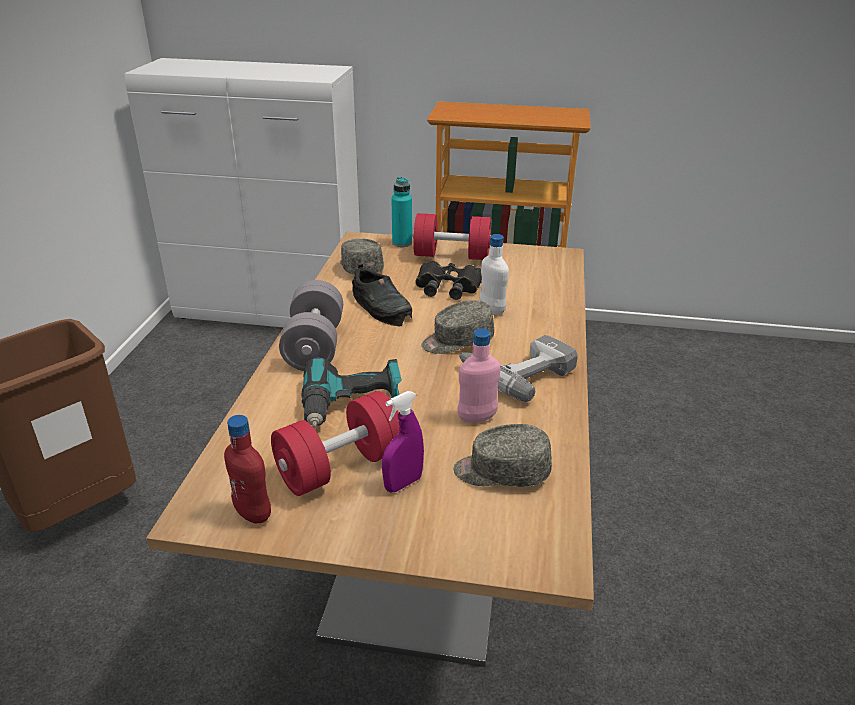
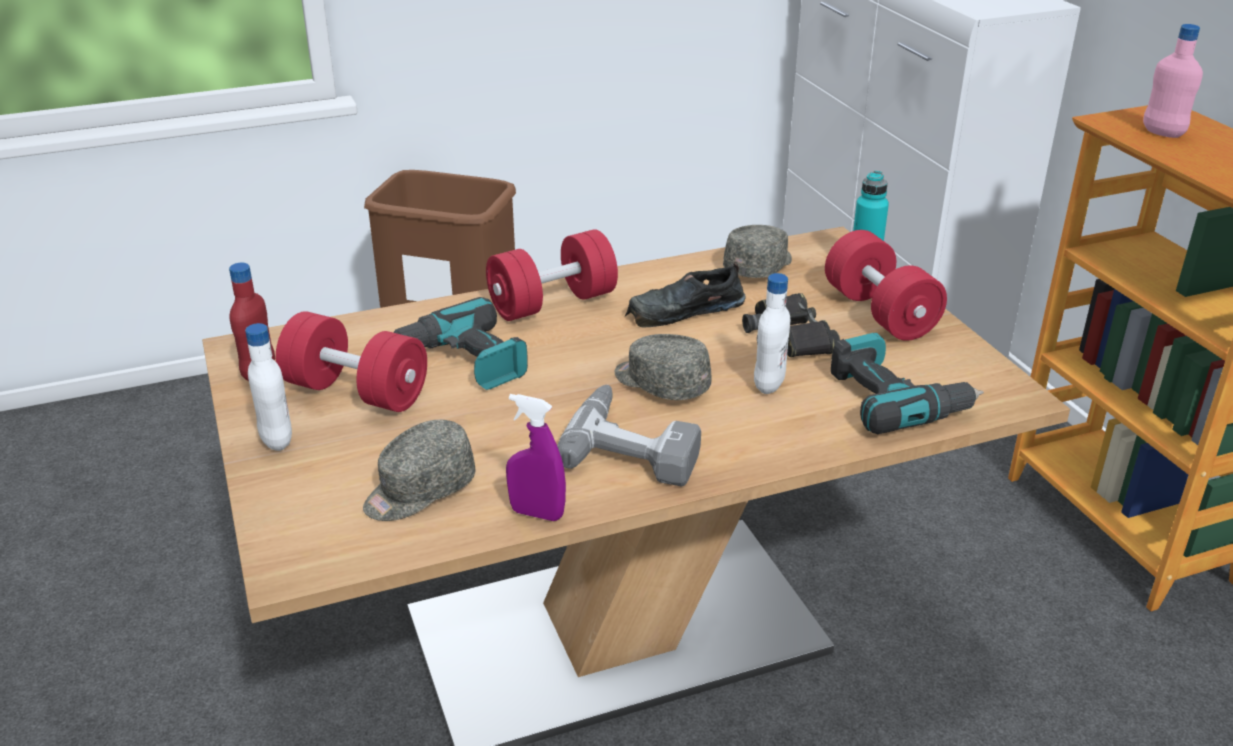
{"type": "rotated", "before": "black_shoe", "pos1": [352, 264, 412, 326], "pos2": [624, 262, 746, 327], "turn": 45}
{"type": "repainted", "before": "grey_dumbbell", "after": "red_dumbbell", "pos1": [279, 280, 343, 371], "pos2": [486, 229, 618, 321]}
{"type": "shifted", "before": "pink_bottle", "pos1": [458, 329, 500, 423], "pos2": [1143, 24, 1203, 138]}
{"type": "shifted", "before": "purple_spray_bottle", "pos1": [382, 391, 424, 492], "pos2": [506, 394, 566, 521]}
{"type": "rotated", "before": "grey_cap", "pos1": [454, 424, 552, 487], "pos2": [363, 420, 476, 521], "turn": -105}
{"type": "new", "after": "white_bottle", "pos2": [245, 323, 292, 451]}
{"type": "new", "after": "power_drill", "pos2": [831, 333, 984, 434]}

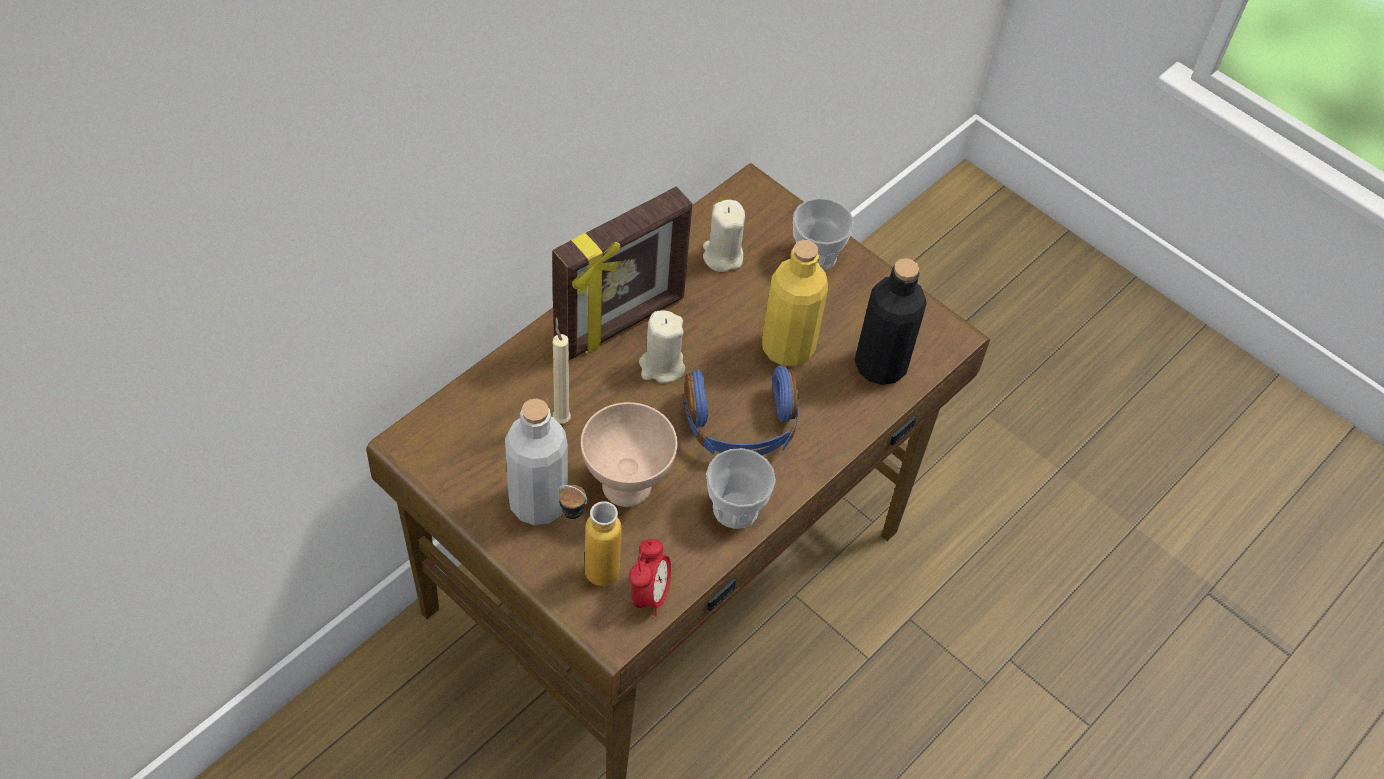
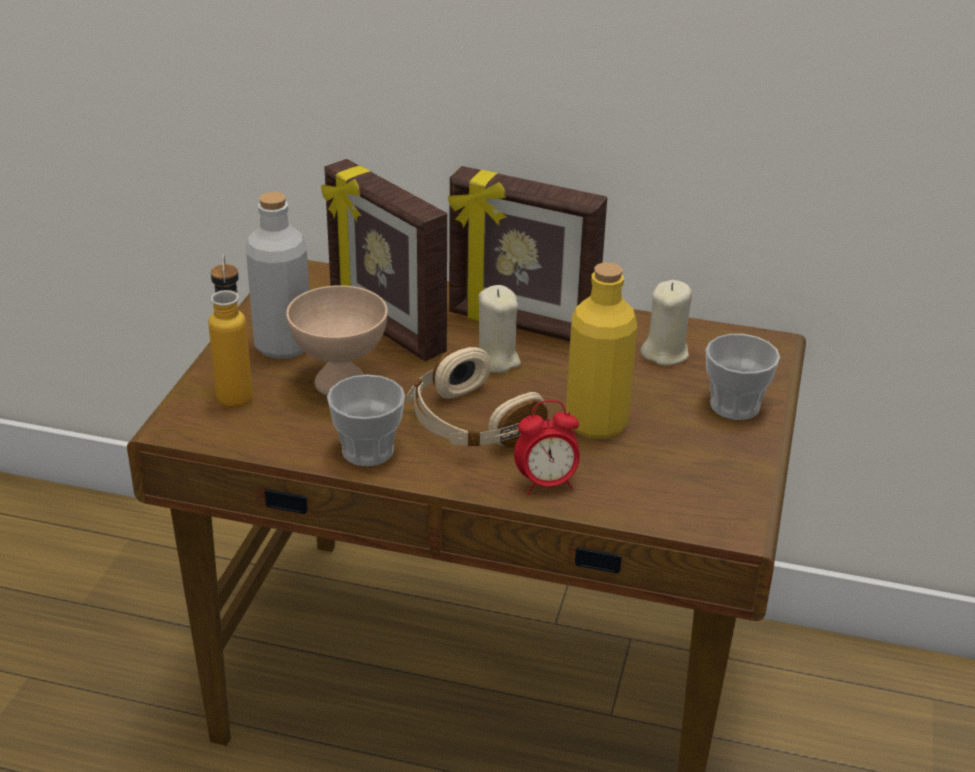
{"type": "gone", "before": "black_bottle", "pos1": [855, 258, 927, 385]}
{"type": "swapped", "before": "beige_candle", "after": "picture_frame", "pos1": [552, 318, 571, 424], "pos2": [321, 159, 447, 361]}
{"type": "repainted", "before": "blue_headphones", "after": "beige_headphones", "pos1": [683, 365, 799, 455], "pos2": [407, 346, 548, 448]}
{"type": "shifted", "before": "alarm_clock", "pos1": [629, 539, 671, 616], "pos2": [514, 400, 580, 495]}

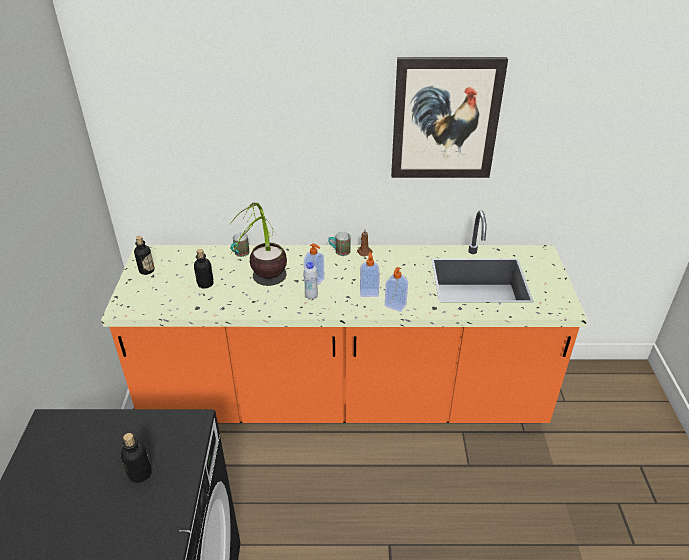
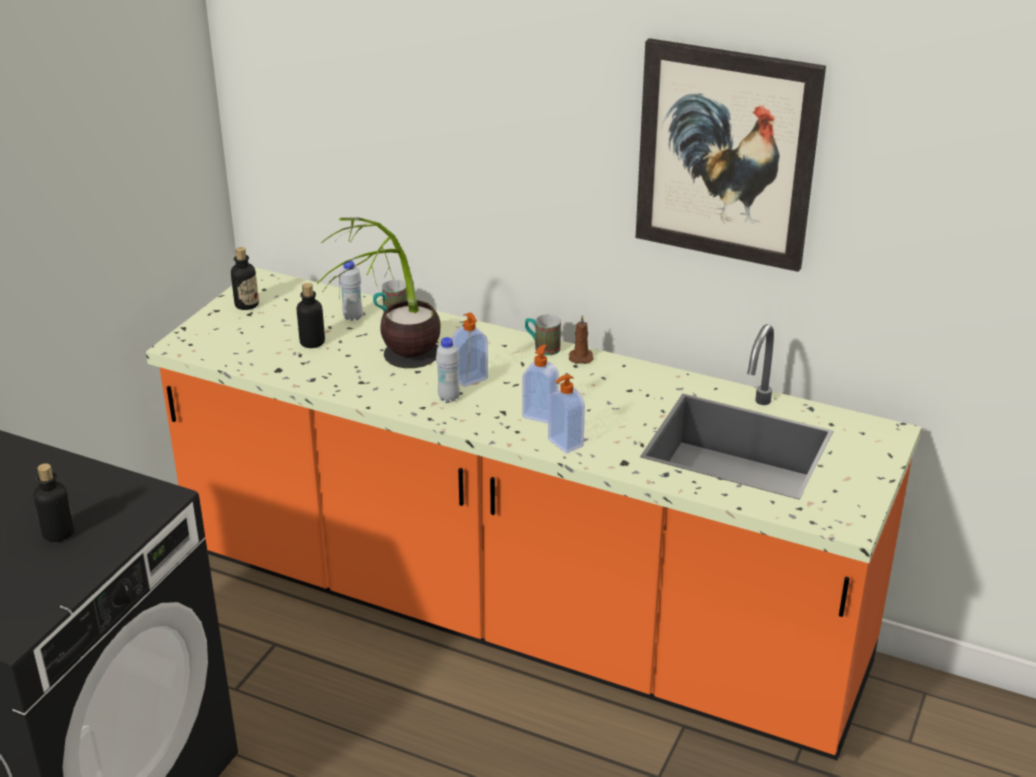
{"type": "new", "after": "white_bottle", "pos2": [340, 261, 363, 321]}

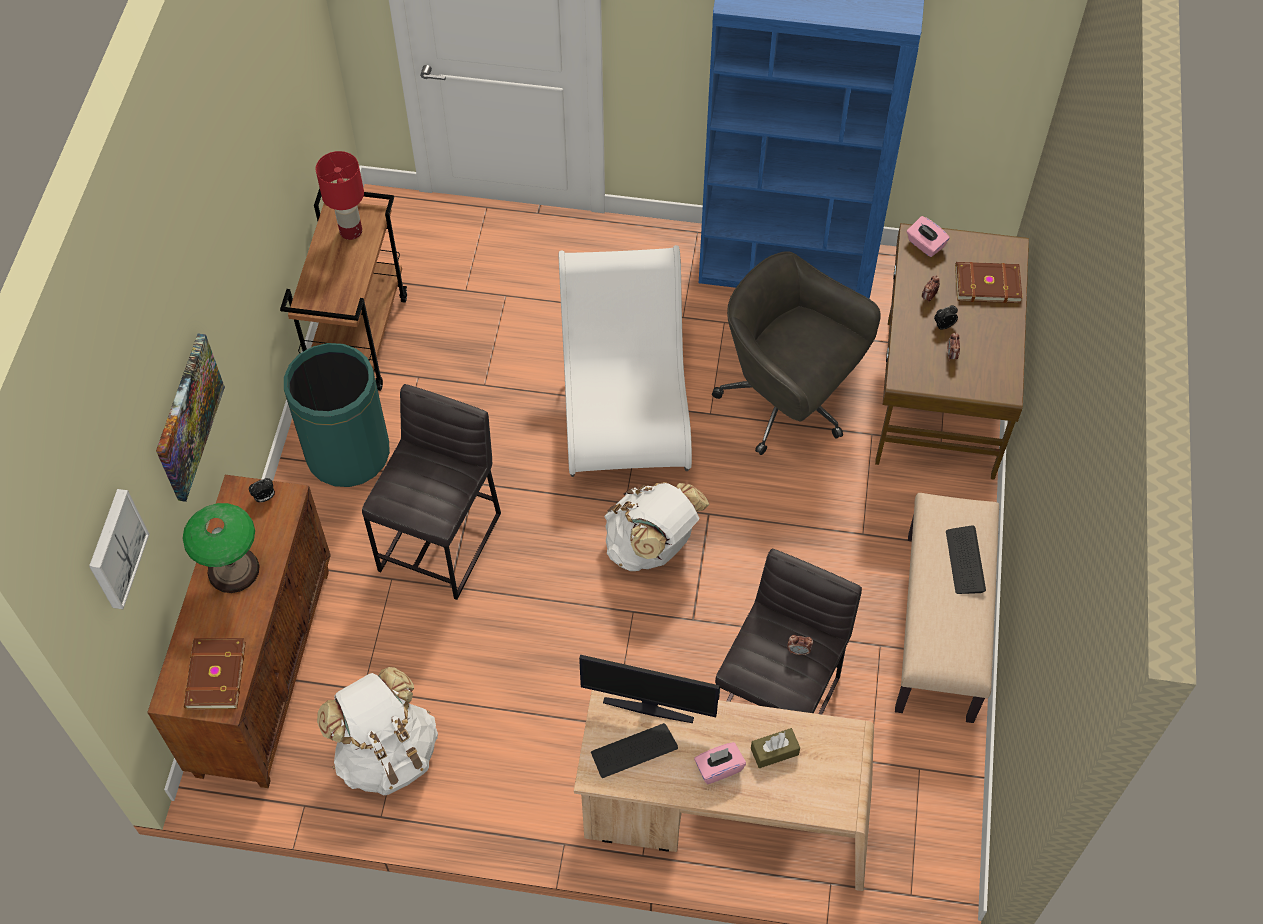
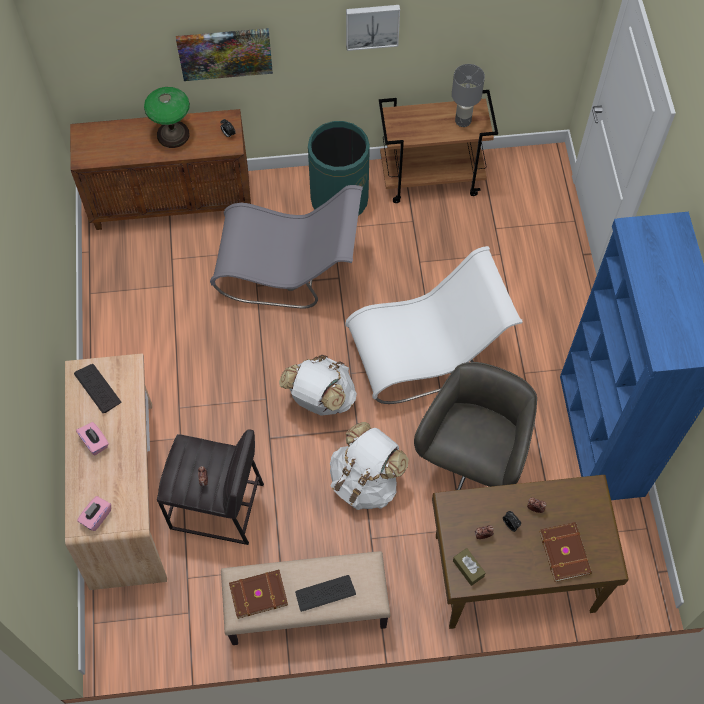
{"type": "repainted", "before": "red_table_lamp", "after": "grey_table_lamp", "pos1": [316, 151, 364, 240], "pos2": [452, 64, 485, 127]}
{"type": "shifted", "before": "pink_tissue_box", "pos1": [907, 216, 950, 257], "pos2": [77, 496, 111, 531]}
{"type": "swapped", "before": "grey_stool", "after": "grey_chair", "pos1": [362, 384, 501, 600], "pos2": [210, 185, 363, 309]}
{"type": "shifted", "before": "picture", "pos1": [89, 489, 149, 609], "pos2": [346, 5, 400, 51]}
{"type": "shifted", "before": "brown_book", "pos1": [184, 638, 246, 709], "pos2": [229, 569, 288, 619]}
{"type": "gone", "before": "monitor", "pos1": [579, 655, 719, 723]}
{"type": "shifted", "before": "white_backpack", "pos1": [317, 667, 438, 795], "pos2": [330, 422, 409, 510]}
{"type": "shifted", "before": "brown_tissue_box", "pos1": [751, 728, 800, 768], "pos2": [453, 548, 485, 586]}

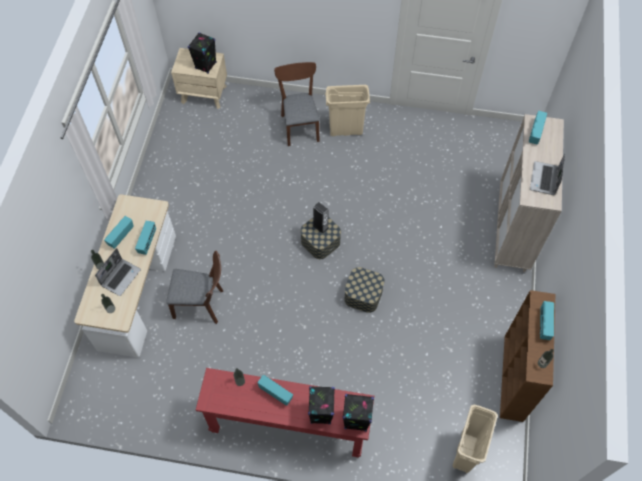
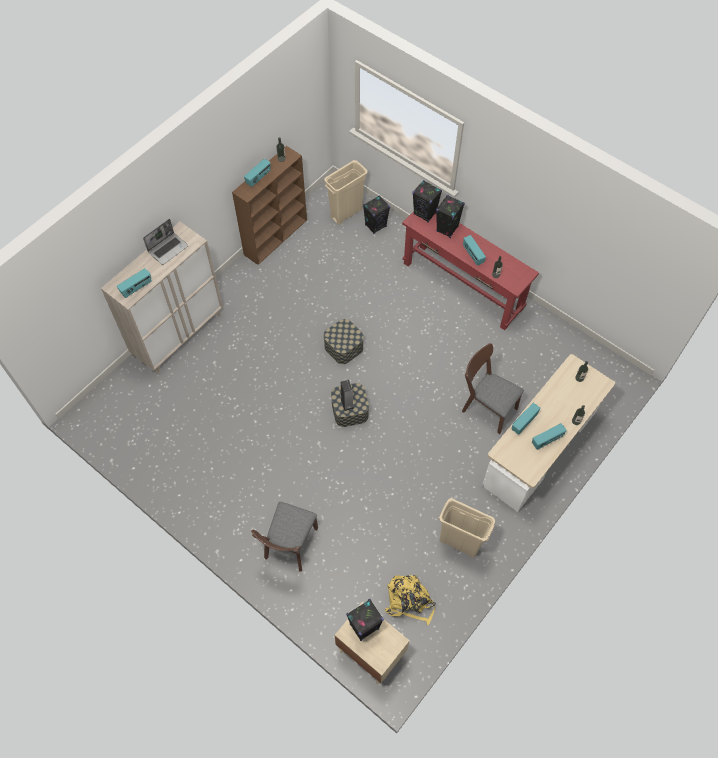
{"type": "shifted", "before": "beige_trash_can", "pos1": [325, 85, 370, 136], "pos2": [438, 498, 495, 558]}
{"type": "gone", "before": "laptop", "pos1": [95, 248, 141, 296]}
{"type": "new", "after": "black_speaker", "pos2": [363, 195, 390, 234]}
{"type": "new", "after": "yellow_backpack", "pos2": [385, 575, 436, 625]}

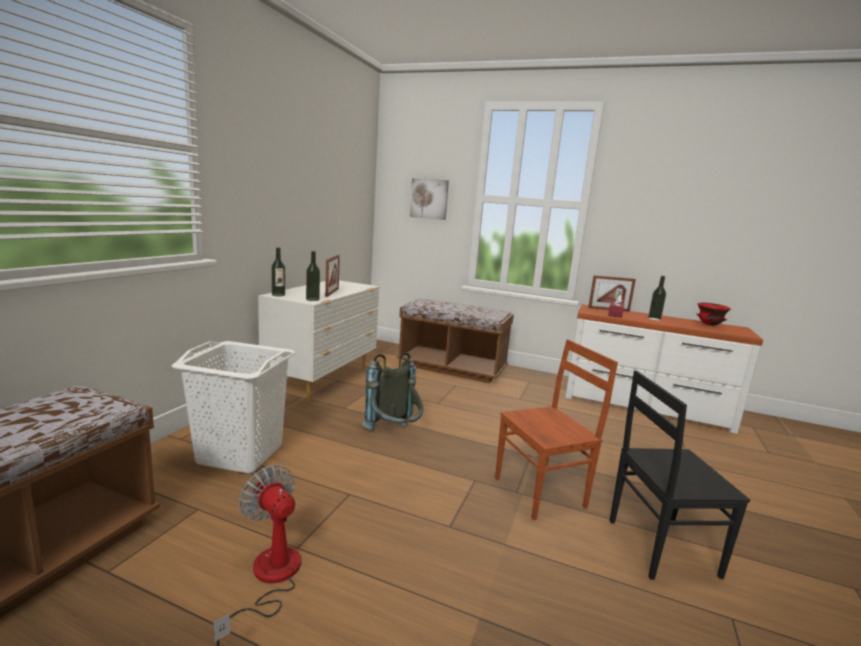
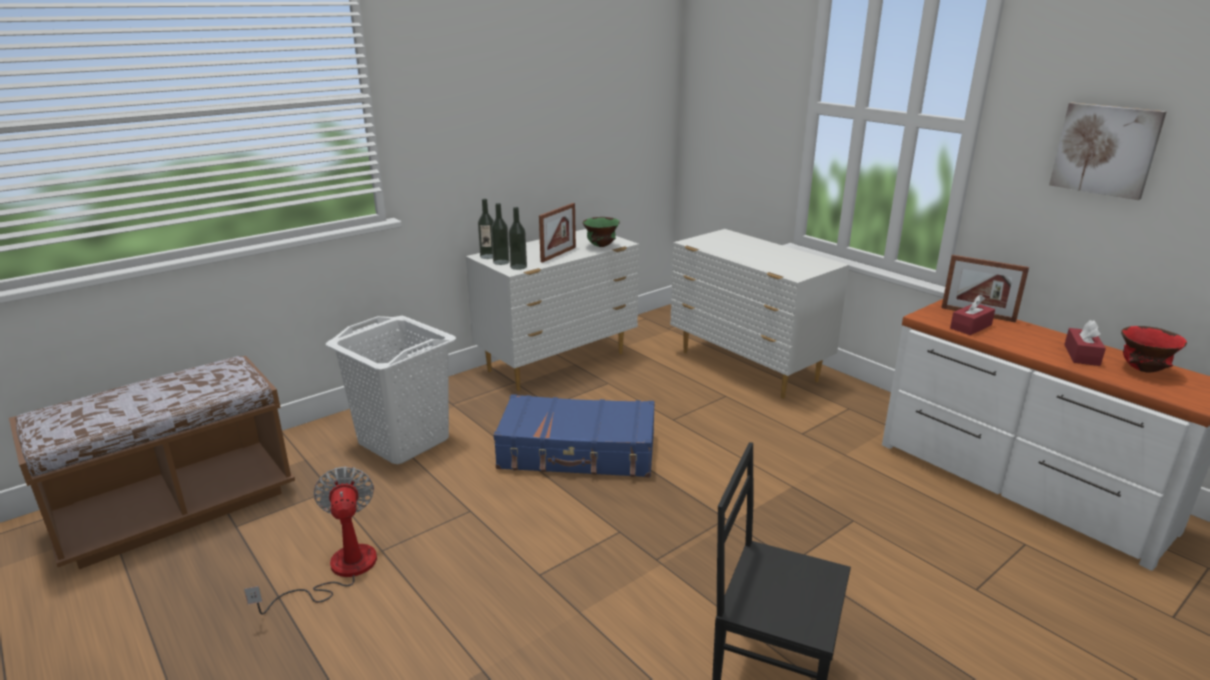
{"type": "shifted", "before": "picture", "pos1": [410, 178, 449, 220], "pos2": [1049, 103, 1167, 200]}
{"type": "shifted", "before": "bottle", "pos1": [648, 276, 666, 321], "pos2": [491, 203, 510, 265]}
{"type": "swapped", "before": "brown_bench", "after": "white_dresser", "pos1": [397, 299, 514, 383], "pos2": [670, 229, 849, 399]}
{"type": "gone", "before": "brown_chair", "pos1": [495, 339, 618, 520]}
{"type": "swapped", "before": "grey_backpack", "after": "blue_suitcase", "pos1": [362, 352, 423, 430], "pos2": [494, 394, 655, 477]}
{"type": "new", "after": "green_bowl", "pos2": [583, 217, 620, 247]}
{"type": "new", "after": "red_tissue_box", "pos2": [1064, 320, 1106, 366]}

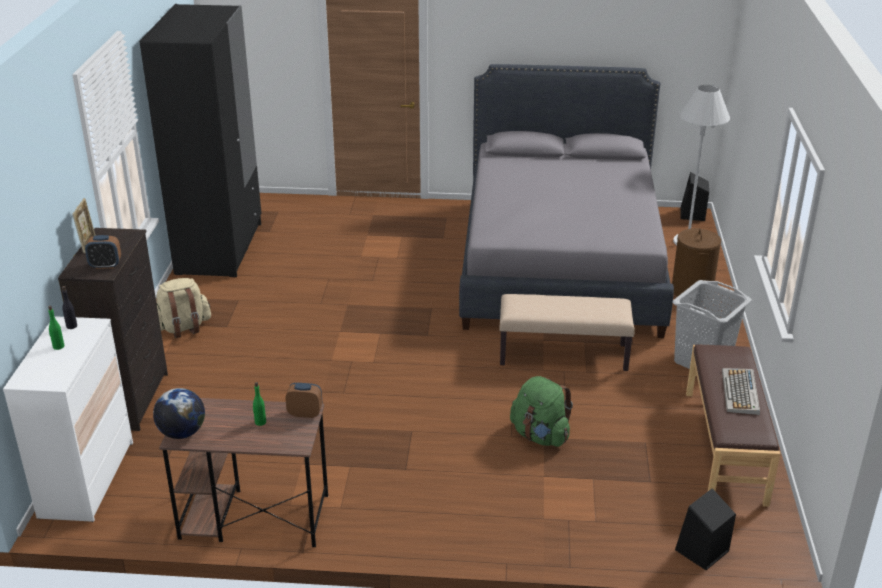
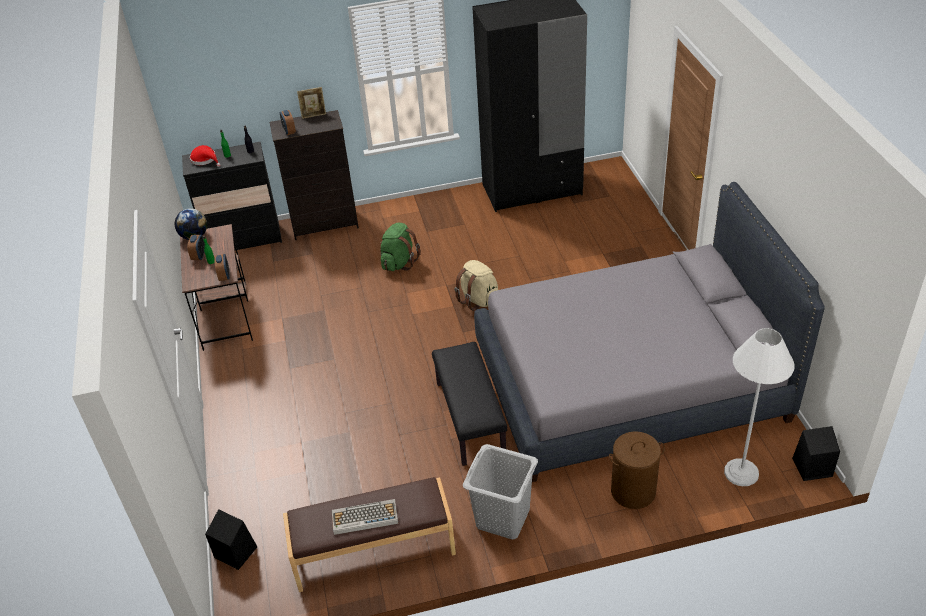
{"type": "shifted", "before": "beige_backpack", "pos1": [156, 278, 211, 338], "pos2": [454, 260, 498, 311]}
{"type": "repainted", "before": "beige_bench", "after": "black_bench", "pos1": [499, 294, 635, 371], "pos2": [432, 342, 507, 466]}
{"type": "repainted", "before": "white_dresser", "after": "black_dresser", "pos1": [3, 316, 133, 522], "pos2": [182, 142, 282, 250]}
{"type": "shifted", "before": "green_backpack", "pos1": [510, 376, 573, 447], "pos2": [380, 223, 421, 271]}
{"type": "new", "after": "red_hat", "pos2": [190, 145, 220, 167]}
{"type": "new", "after": "alarm_clock", "pos2": [187, 235, 205, 260]}

